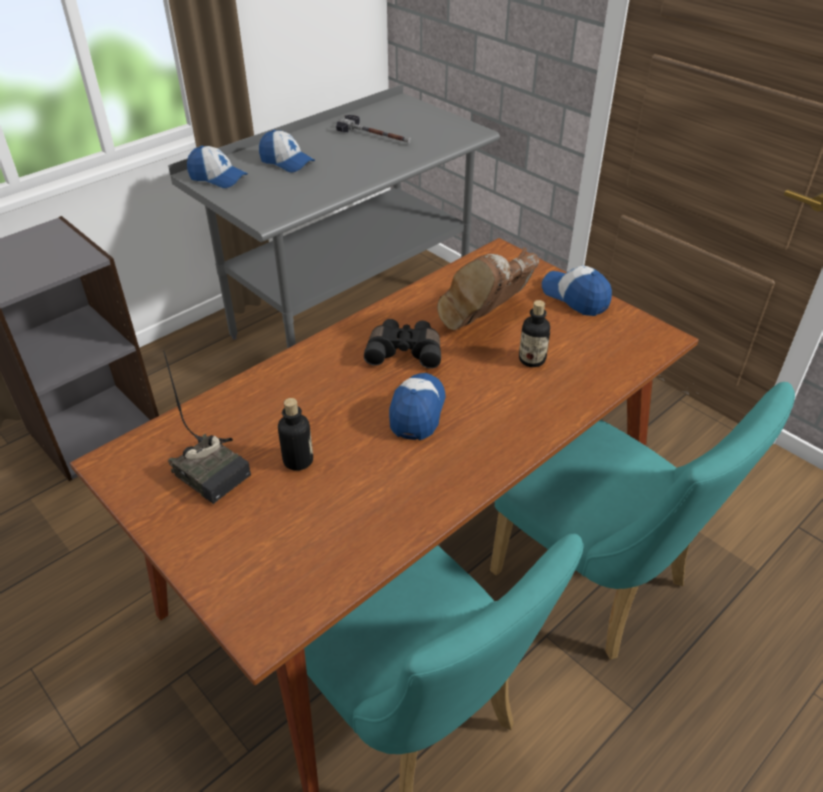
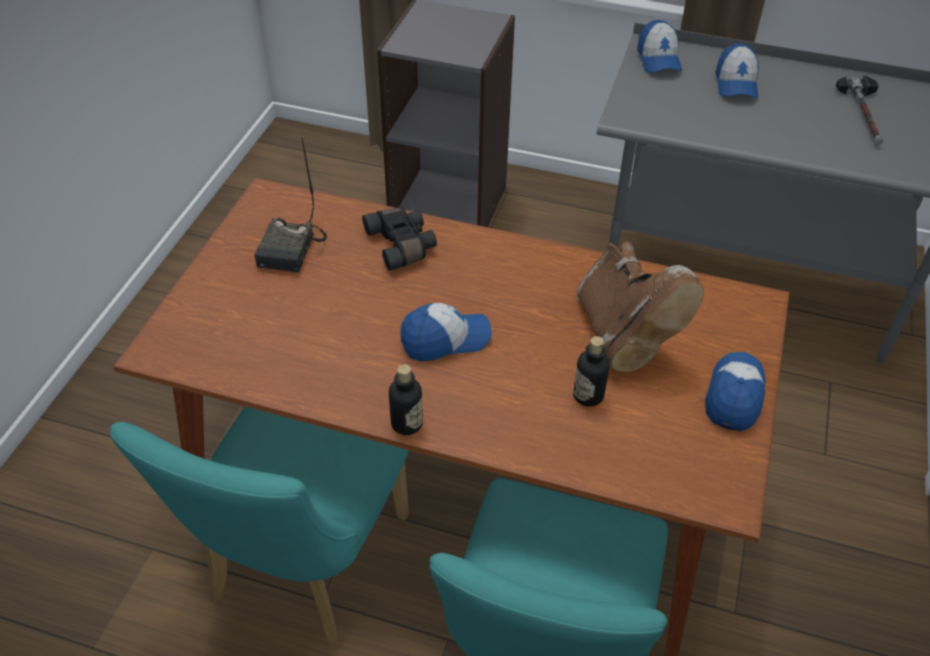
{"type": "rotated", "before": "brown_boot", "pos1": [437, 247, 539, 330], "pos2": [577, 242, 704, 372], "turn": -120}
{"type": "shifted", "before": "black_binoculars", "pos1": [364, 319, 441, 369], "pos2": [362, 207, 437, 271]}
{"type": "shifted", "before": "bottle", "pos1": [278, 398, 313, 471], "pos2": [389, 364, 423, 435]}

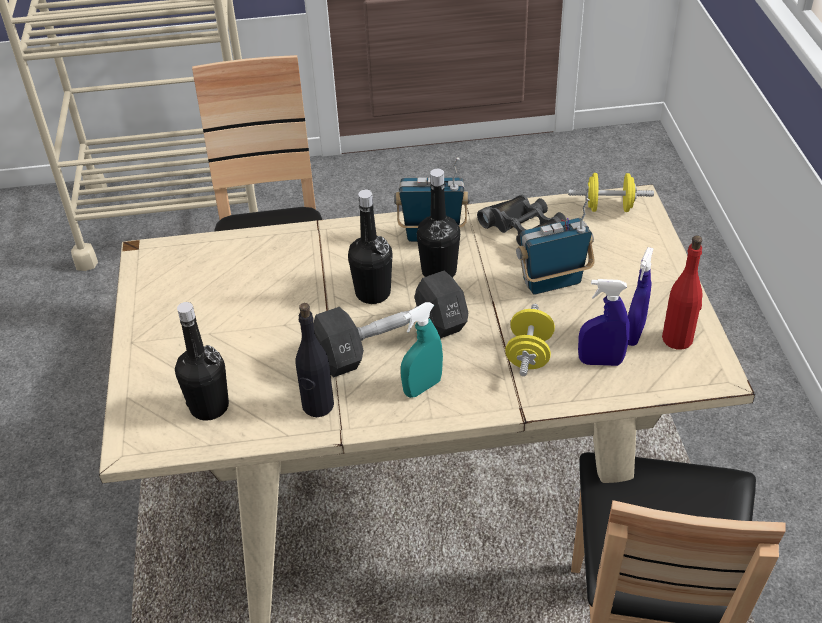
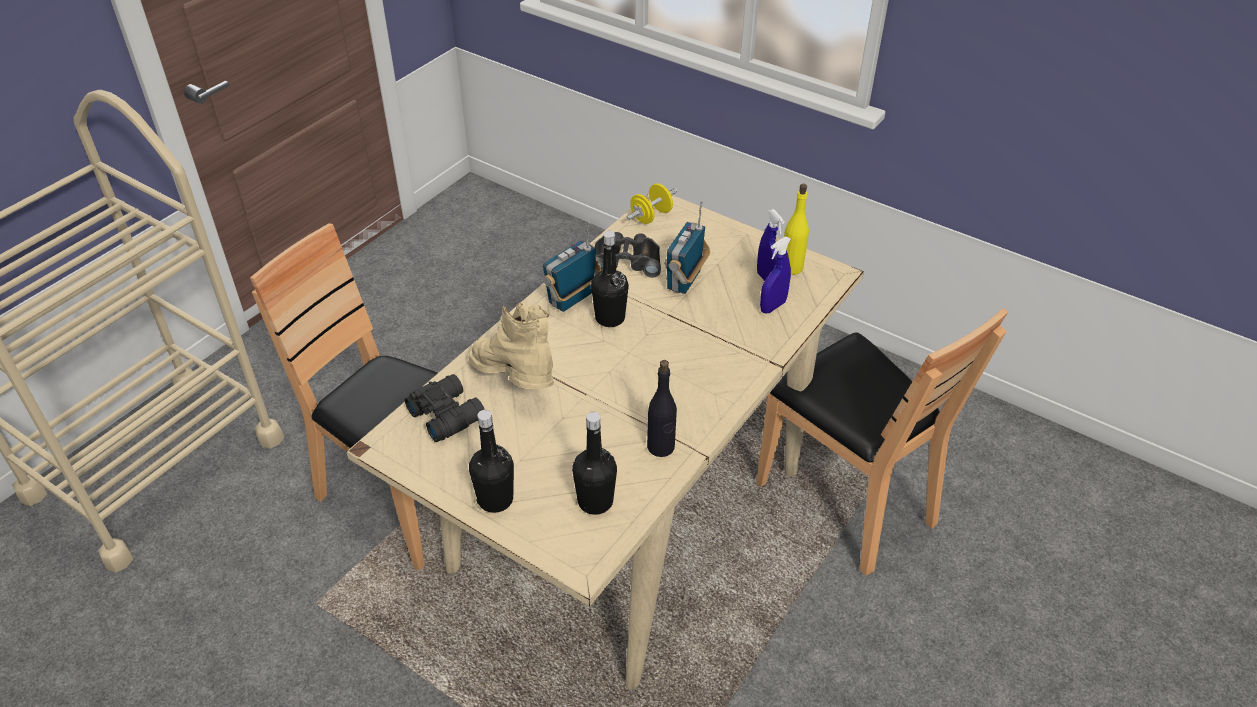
{"type": "shifted", "before": "black_bottle", "pos1": [348, 190, 392, 304], "pos2": [469, 410, 514, 513]}
{"type": "repainted", "before": "red_bottle", "after": "yellow_bottle", "pos1": [662, 235, 703, 350], "pos2": [784, 184, 809, 275]}
{"type": "gone", "before": "black_dumbbell", "pos1": [313, 270, 468, 377]}
{"type": "gone", "before": "turquoise_spray_bottle", "pos1": [401, 302, 443, 398]}
{"type": "gone", "before": "yellow_dumbbell", "pos1": [505, 304, 555, 376]}
{"type": "new", "after": "beige_boot", "pos2": [468, 303, 554, 389]}
{"type": "new", "after": "black_binoculars", "pos2": [405, 374, 485, 442]}

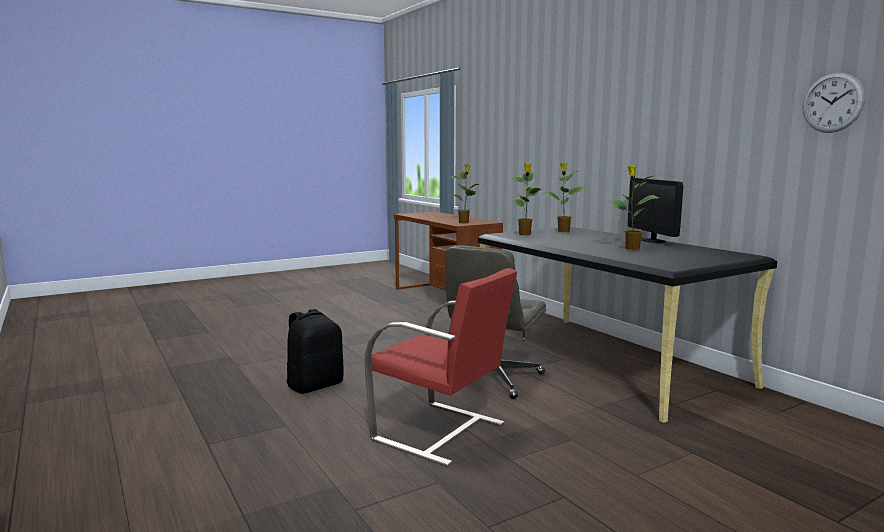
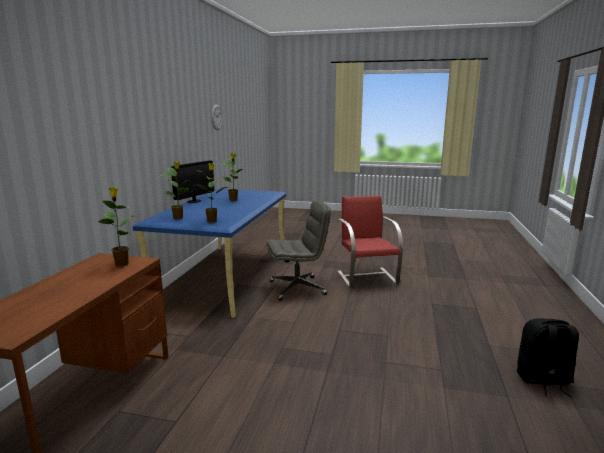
{"type": "repainted", "before": "black_desk", "after": "blue_desk", "pos1": [478, 227, 777, 423], "pos2": [133, 189, 286, 318]}
{"type": "shifted", "before": "black_backpack", "pos1": [286, 309, 344, 394], "pos2": [517, 318, 579, 398]}

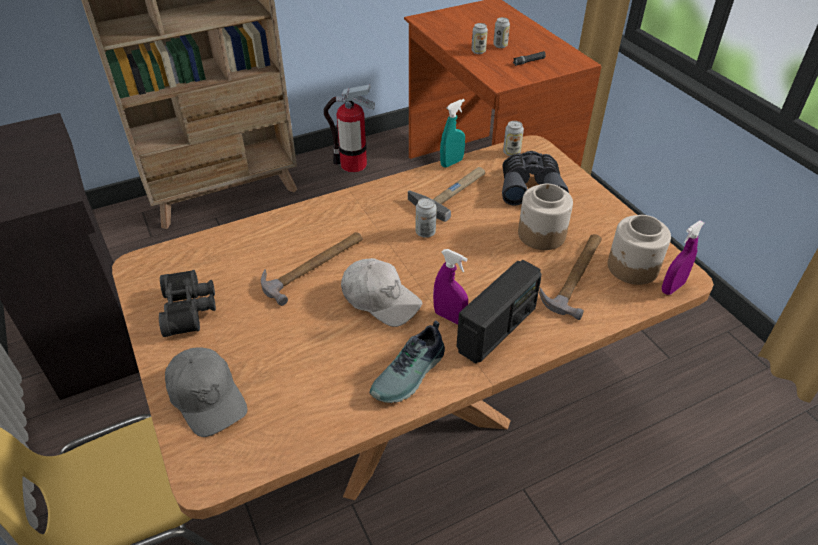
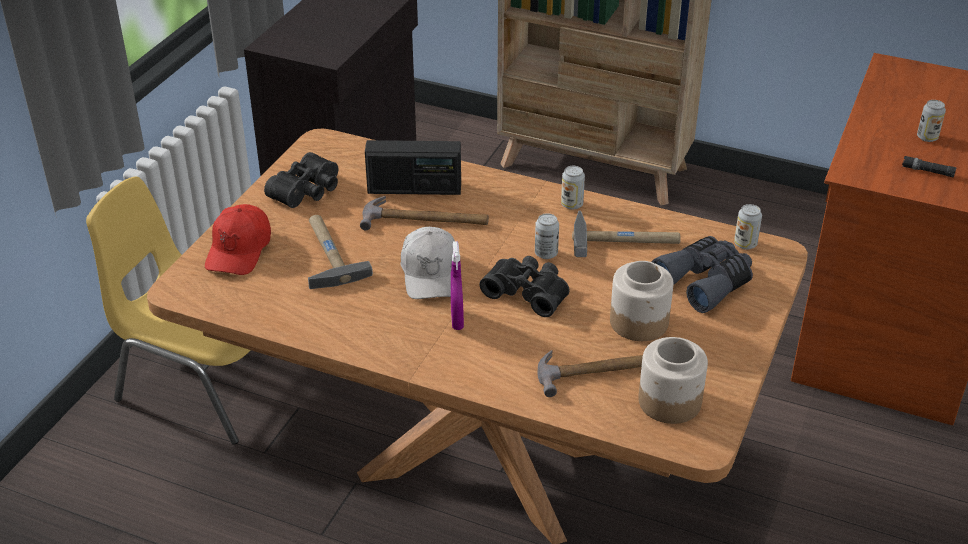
{"type": "shifted", "before": "can", "pos1": [471, 23, 488, 54], "pos2": [561, 166, 585, 210]}
{"type": "gone", "before": "fire_extinguisher", "pos1": [324, 84, 375, 172]}
{"type": "gone", "before": "turquoise_spray_bottle", "pos1": [440, 99, 465, 168]}
{"type": "gone", "before": "purple_spray_bottle", "pos1": [662, 220, 704, 295]}
{"type": "shifted", "before": "radio", "pos1": [456, 260, 542, 364], "pos2": [365, 140, 461, 195]}
{"type": "gone", "before": "shoe", "pos1": [370, 321, 445, 403]}
{"type": "repainted", "before": "grey_cap", "after": "red_cap", "pos1": [165, 347, 247, 437], "pos2": [205, 204, 271, 275]}
{"type": "new", "after": "hammer", "pos2": [308, 215, 373, 289]}
{"type": "new", "after": "black_binoculars", "pos2": [479, 256, 570, 317]}

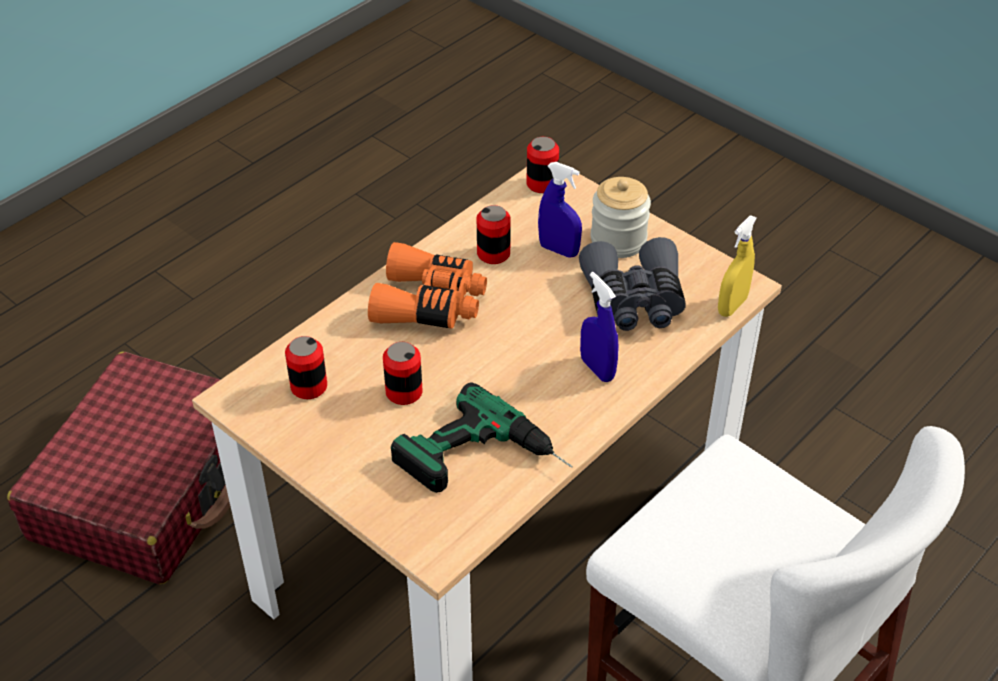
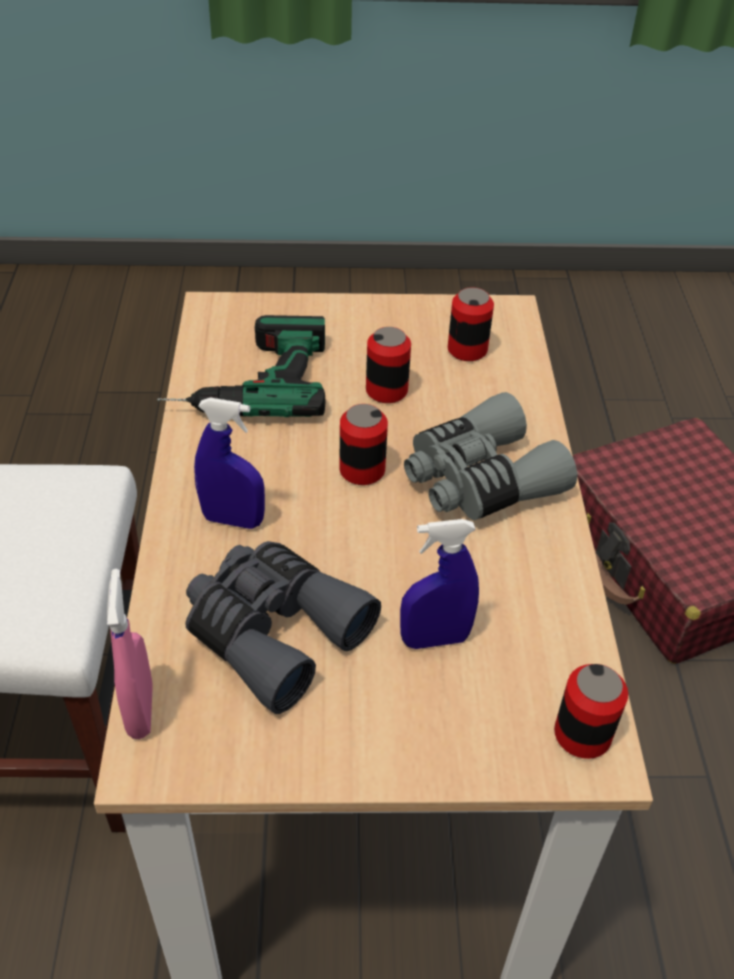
{"type": "gone", "before": "jar", "pos1": [591, 177, 651, 258]}
{"type": "shifted", "before": "can", "pos1": [477, 205, 511, 264], "pos2": [339, 404, 388, 485]}
{"type": "repainted", "before": "yellow_spray_bottle", "after": "pink_spray_bottle", "pos1": [718, 215, 757, 317], "pos2": [107, 569, 153, 739]}
{"type": "repainted", "before": "orange_binoculars", "after": "grey_binoculars", "pos1": [368, 242, 487, 329], "pos2": [404, 392, 578, 520]}

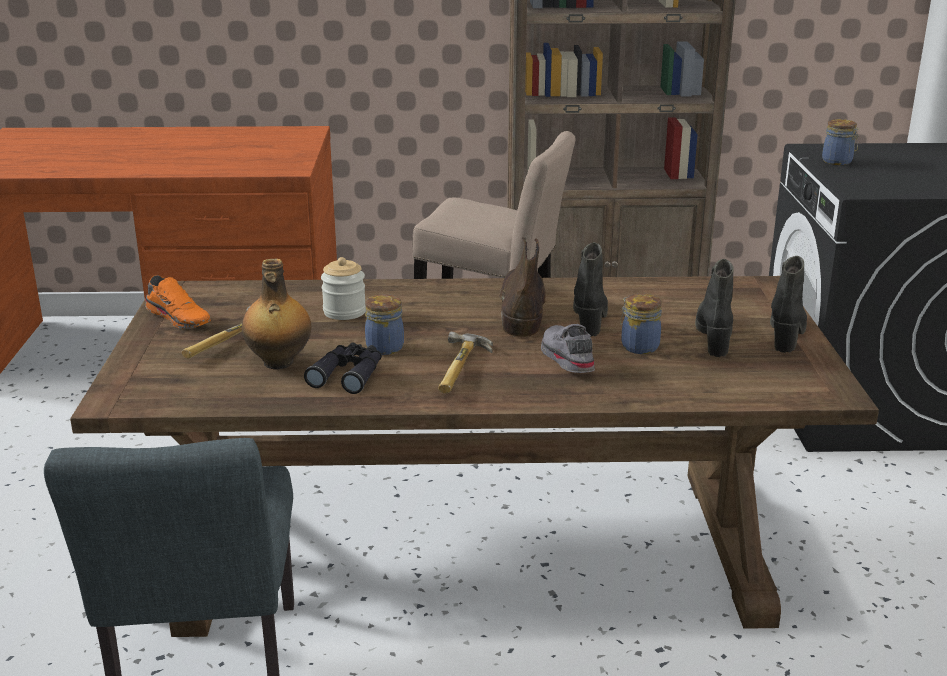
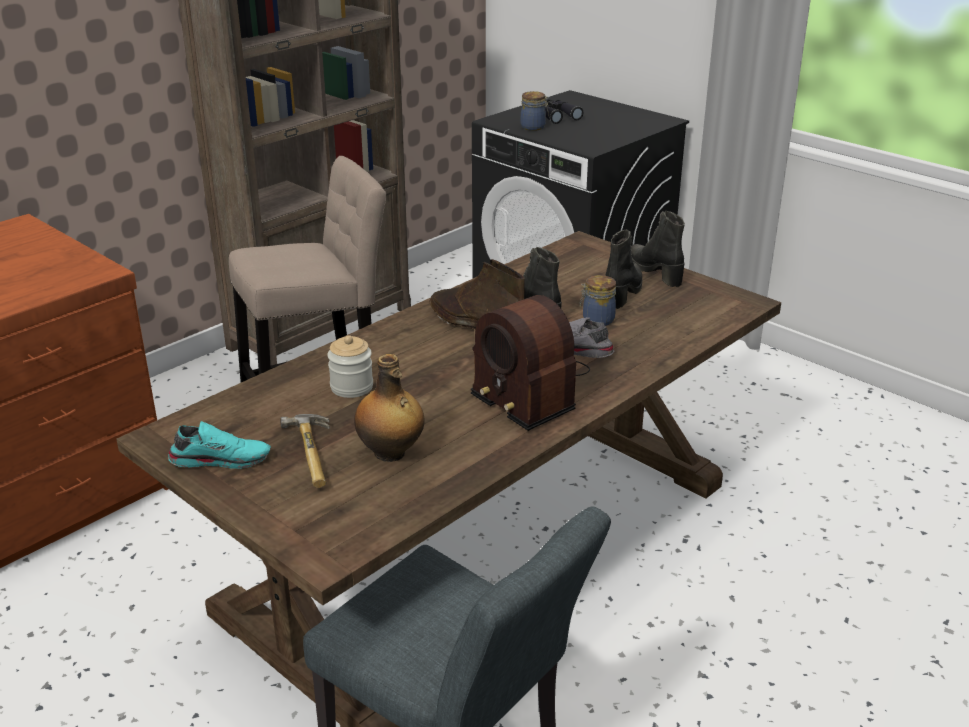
{"type": "rotated", "before": "black_boot", "pos1": [695, 259, 734, 357], "pos2": [605, 230, 642, 309], "turn": 60}
{"type": "repainted", "before": "orange_shoe", "after": "turquoise_shoe", "pos1": [145, 275, 211, 329], "pos2": [168, 421, 271, 469]}
{"type": "gone", "before": "jar", "pos1": [365, 294, 404, 355]}
{"type": "swapped", "before": "hammer", "after": "radio", "pos1": [438, 332, 493, 393], "pos2": [471, 295, 590, 431]}
{"type": "shifted", "before": "black_binoculars", "pos1": [304, 342, 382, 394], "pos2": [545, 99, 583, 124]}

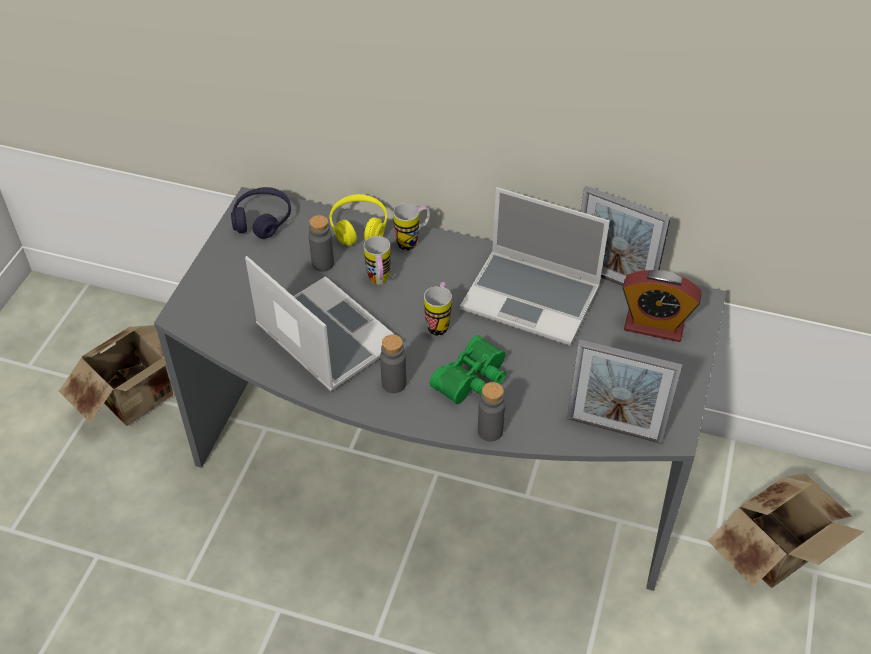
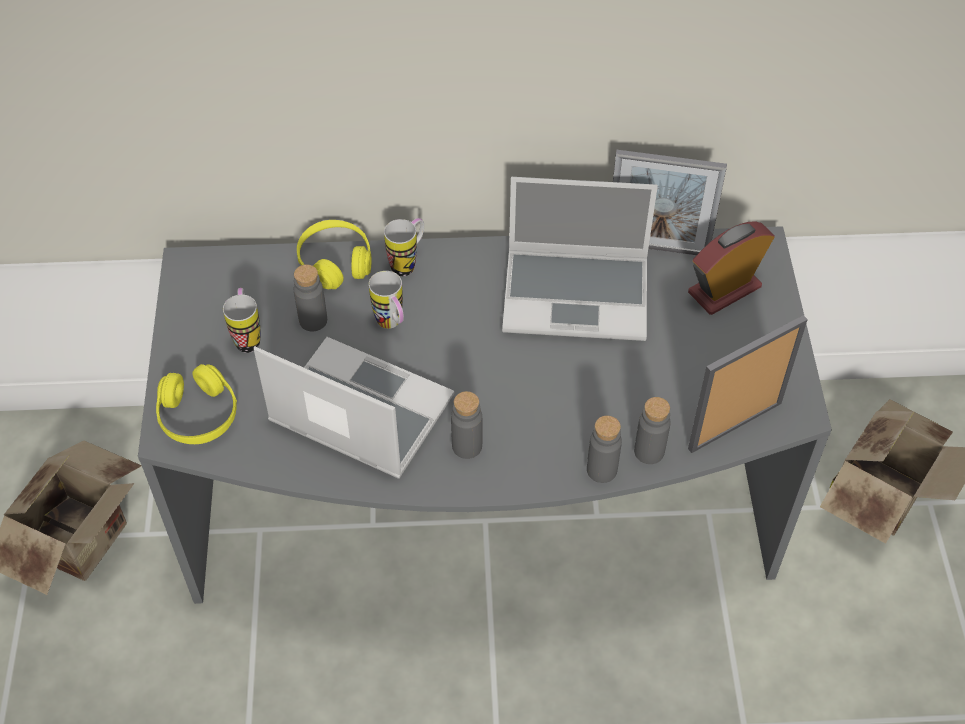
{"type": "gone", "before": "purple_headphones", "pos1": [231, 187, 291, 239]}
{"type": "rotated", "before": "alarm_clock", "pos1": [623, 270, 701, 342], "pos2": [688, 222, 775, 315], "turn": 150}
{"type": "shifted", "before": "mug", "pos1": [424, 282, 452, 336], "pos2": [223, 288, 260, 353]}
{"type": "gone", "before": "green_binoculars", "pos1": [430, 335, 506, 404]}
{"type": "rotated", "before": "picture_frame", "pos1": [567, 339, 682, 444], "pos2": [688, 315, 808, 453], "turn": 150}
{"type": "new", "after": "yellow_headphones", "pos2": [156, 364, 237, 444]}
{"type": "new", "after": "grey_bottle", "pos2": [634, 397, 671, 464]}

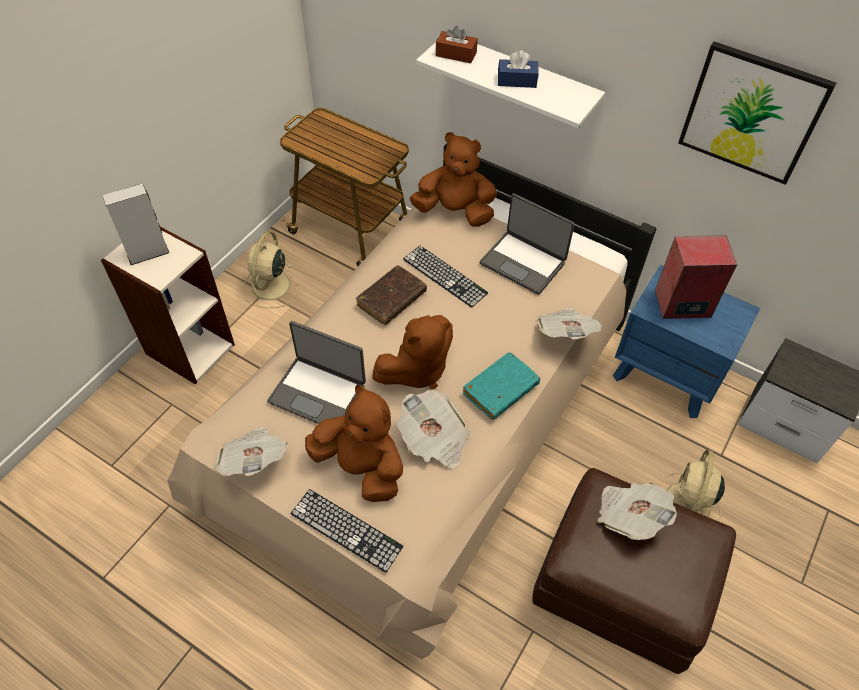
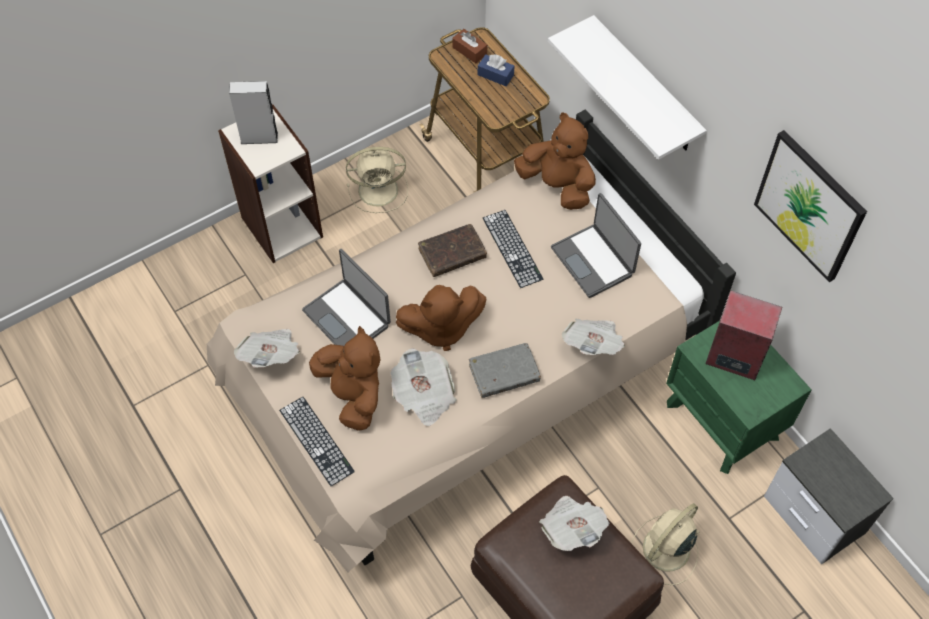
{"type": "shifted", "before": "brown_tissue_box", "pos1": [436, 26, 478, 63], "pos2": [452, 29, 487, 63]}
{"type": "shifted", "before": "blue_tissue_box", "pos1": [498, 50, 539, 88], "pos2": [478, 54, 514, 86]}
{"type": "rotated", "before": "beige_fan", "pos1": [242, 232, 298, 308], "pos2": [346, 147, 408, 213], "turn": -135}
{"type": "repainted", "before": "blue_nightstand", "after": "green_nightstand", "pos1": [613, 265, 761, 418], "pos2": [666, 321, 812, 474]}
{"type": "repainted", "before": "turquoise_book", "after": "grey_book", "pos1": [463, 352, 540, 420], "pos2": [469, 343, 541, 398]}

